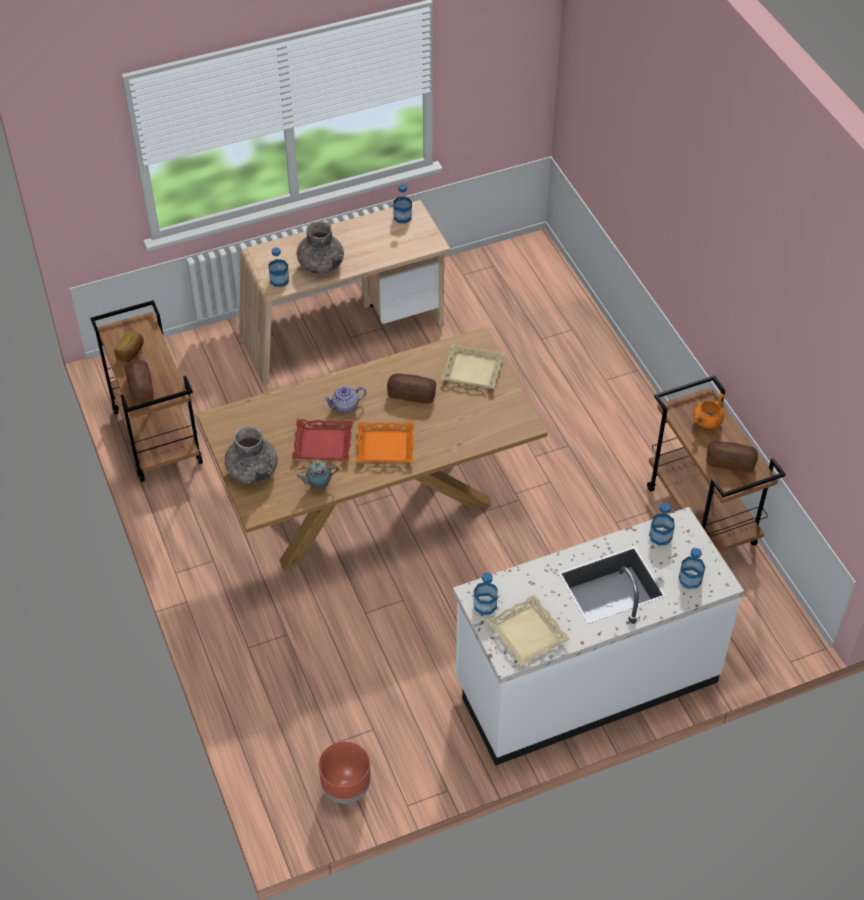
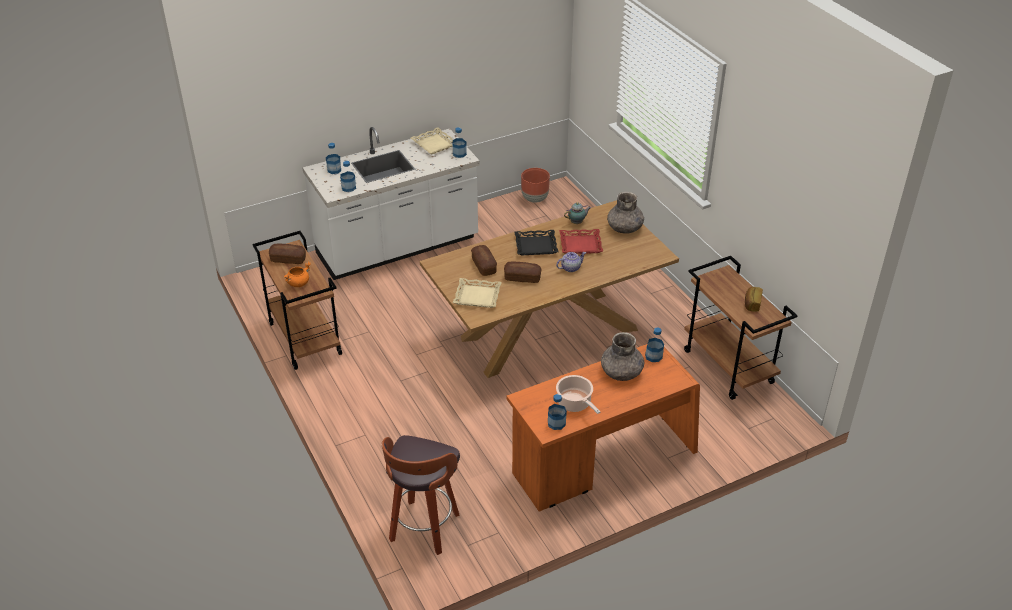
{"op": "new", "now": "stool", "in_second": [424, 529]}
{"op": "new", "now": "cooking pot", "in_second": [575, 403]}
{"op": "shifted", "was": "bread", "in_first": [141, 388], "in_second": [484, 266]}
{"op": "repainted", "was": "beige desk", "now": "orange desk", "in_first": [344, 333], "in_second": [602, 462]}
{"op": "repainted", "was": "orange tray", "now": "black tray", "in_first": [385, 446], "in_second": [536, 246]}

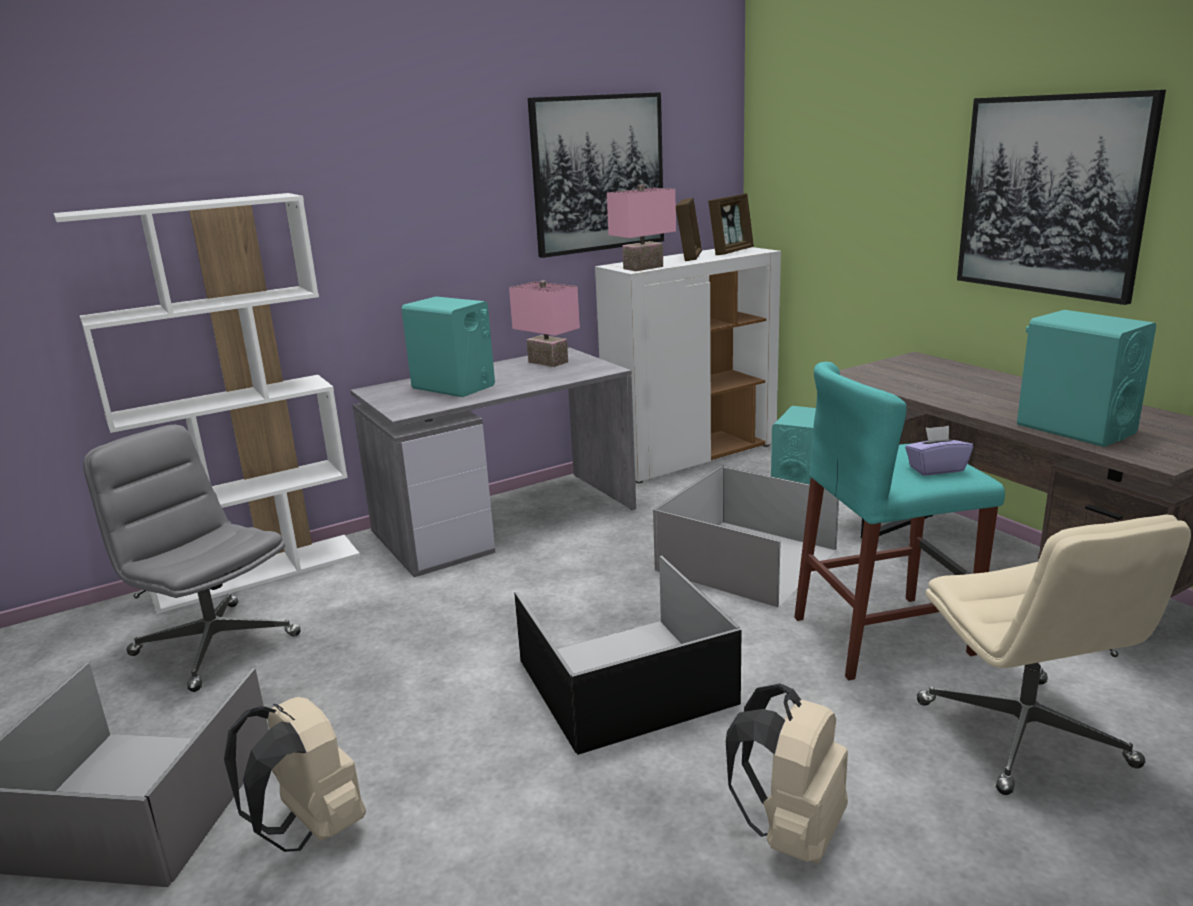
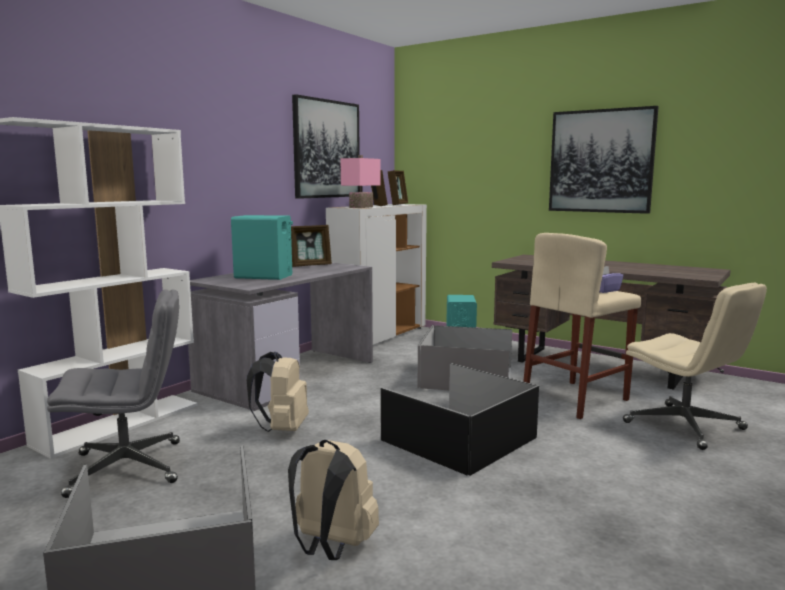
{"op": "gone", "was": "turquoise speaker", "in_first": [1074, 429]}
{"op": "shifted", "was": "beige backpack", "in_first": [791, 832], "in_second": [282, 429]}
{"op": "swapped", "was": "pink table lamp", "now": "picture frame", "in_first": [550, 362], "in_second": [311, 265]}
{"op": "repainted", "was": "turquoise stool", "now": "beige stool", "in_first": [882, 635], "in_second": [575, 399]}
{"op": "rotated", "was": "grey office chair", "in_first": [214, 644], "in_second": [128, 467], "clockwise": 150}

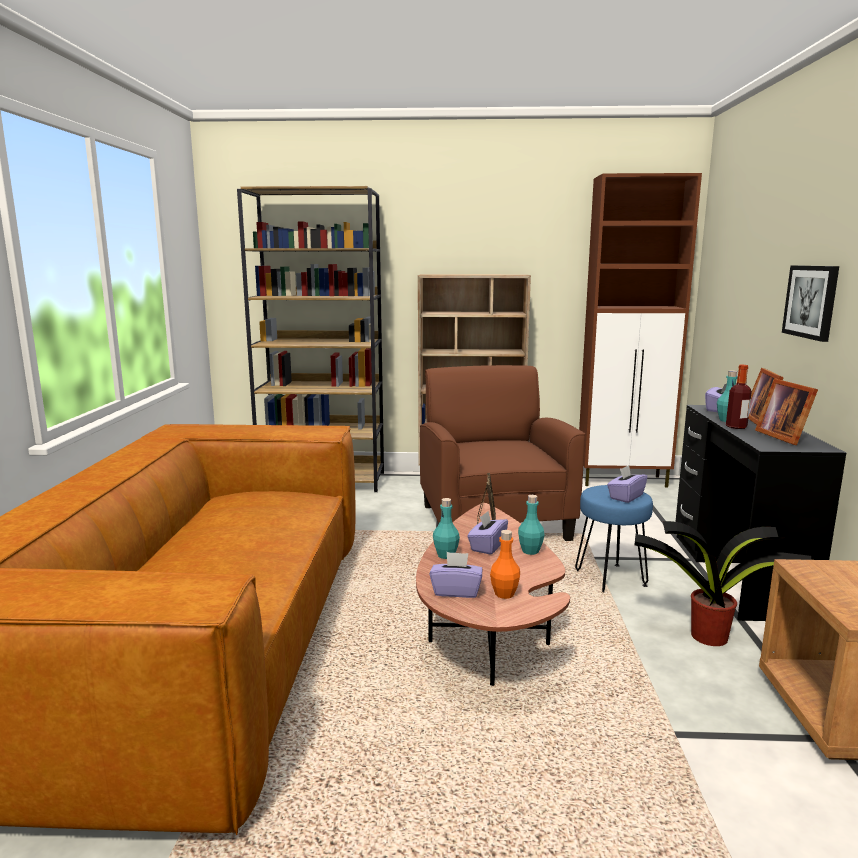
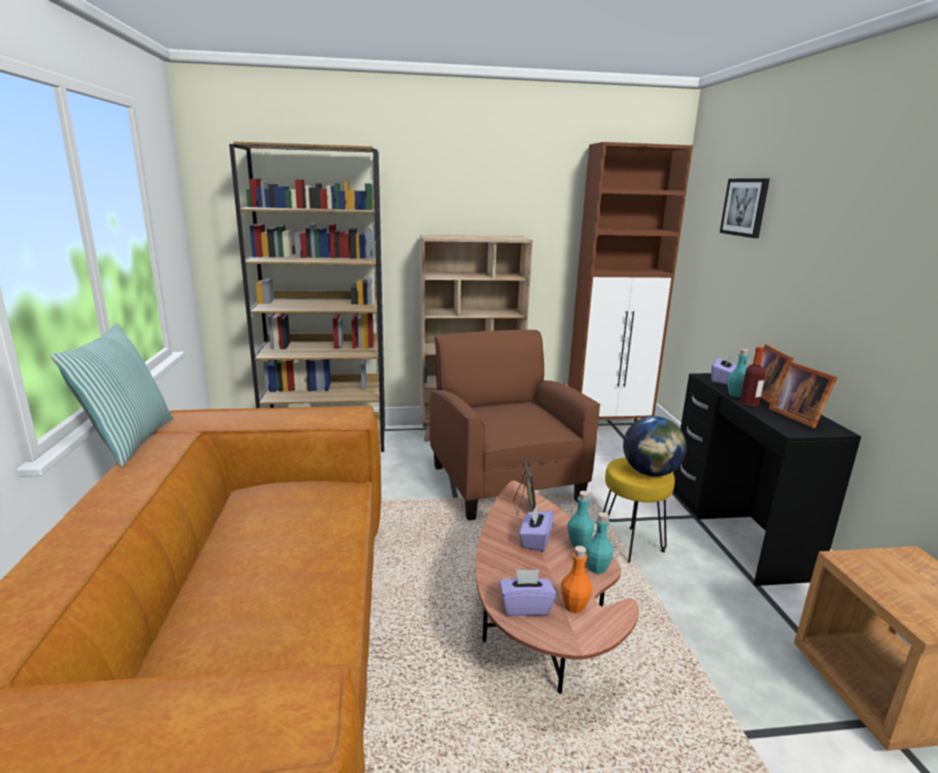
{"op": "gone", "was": "potted plant", "in_first": [711, 637]}
{"op": "new", "now": "pillow", "in_second": [128, 441]}
{"op": "shifted", "was": "turquoise bottle", "in_first": [446, 555], "in_second": [597, 568]}
{"op": "shifted", "was": "picture", "in_first": [811, 301], "in_second": [745, 207]}
{"op": "swapped", "was": "purple tissue box", "now": "globe", "in_first": [625, 497], "in_second": [650, 473]}
{"op": "repainted", "was": "blue stool", "now": "yellow stool", "in_first": [609, 578], "in_second": [629, 544]}

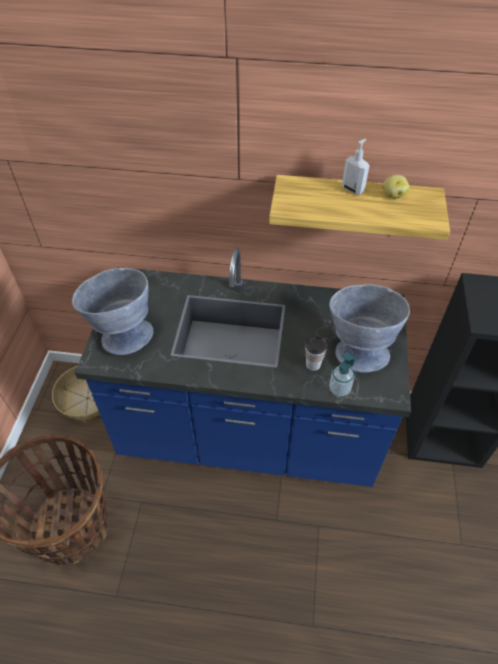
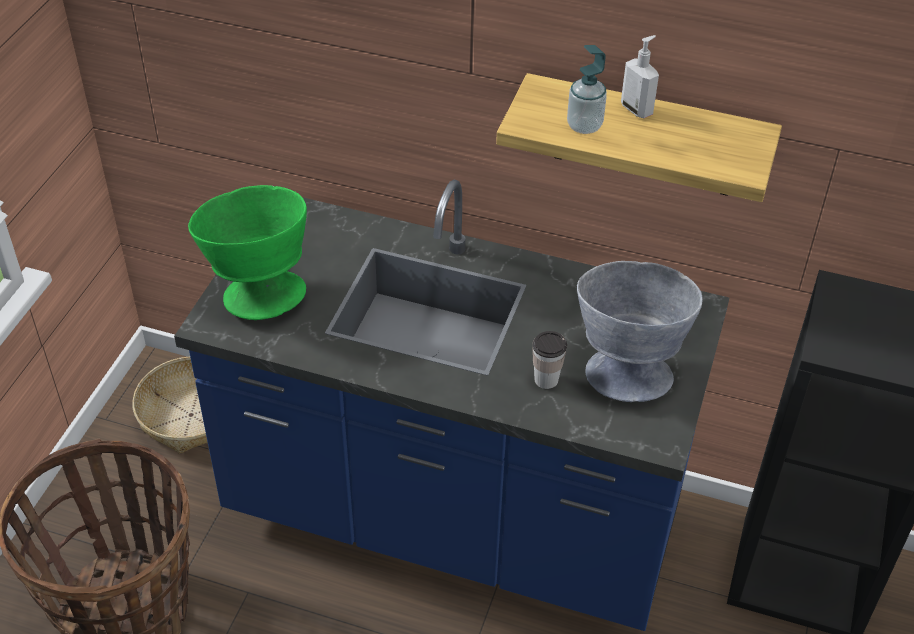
{"op": "gone", "was": "potato", "in_first": [393, 195]}
{"op": "shifted", "was": "soap dispenser", "in_first": [339, 389], "in_second": [584, 126]}
{"op": "repainted", "was": "grey bowl", "now": "green bowl", "in_first": [122, 333], "in_second": [258, 289]}

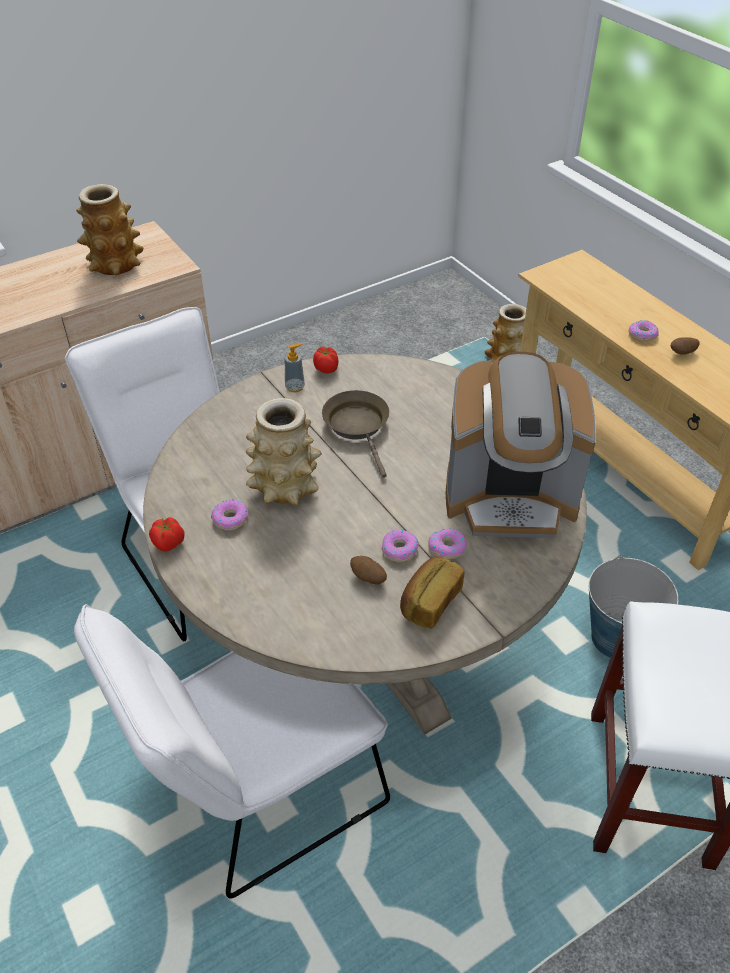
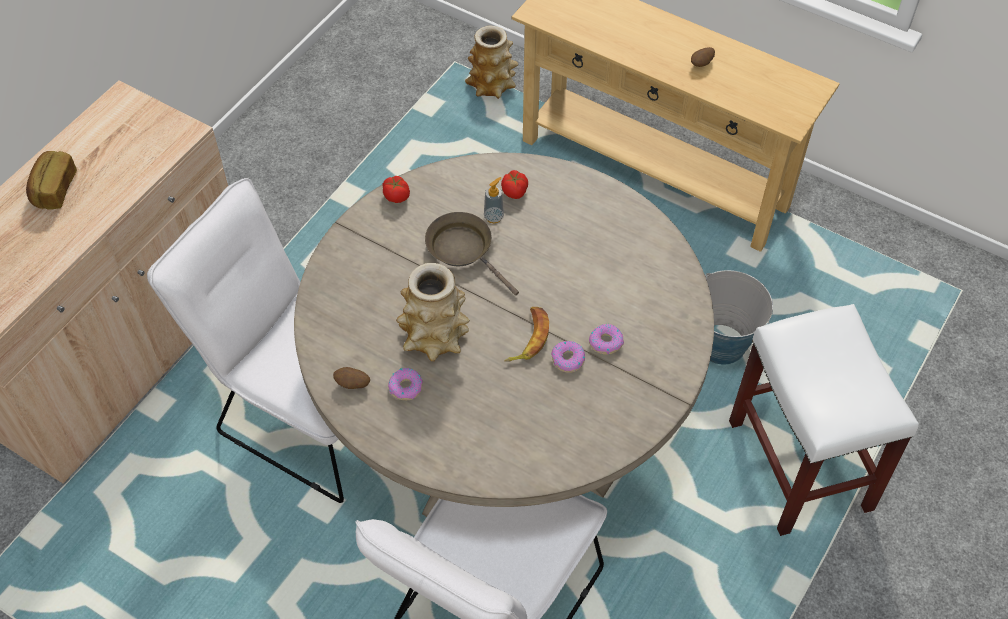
{"op": "gone", "was": "vase", "in_first": [115, 264]}
{"op": "gone", "was": "coffee machine", "in_first": [510, 498]}
{"op": "gone", "was": "donut", "in_first": [642, 334]}
{"op": "new", "now": "banana", "in_second": [528, 338]}
{"op": "shifted", "was": "tomato", "in_first": [169, 543], "in_second": [515, 192]}
{"op": "shifted", "was": "soap dispenser", "in_first": [295, 387], "in_second": [493, 217]}
{"op": "shifted", "was": "potato", "in_first": [368, 578], "in_second": [352, 384]}
{"op": "shifted", "was": "bread", "in_first": [429, 602], "in_second": [54, 190]}

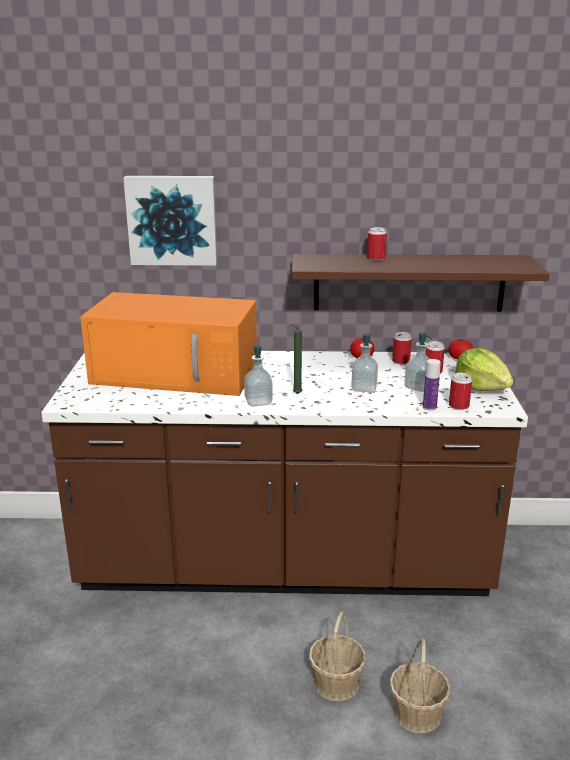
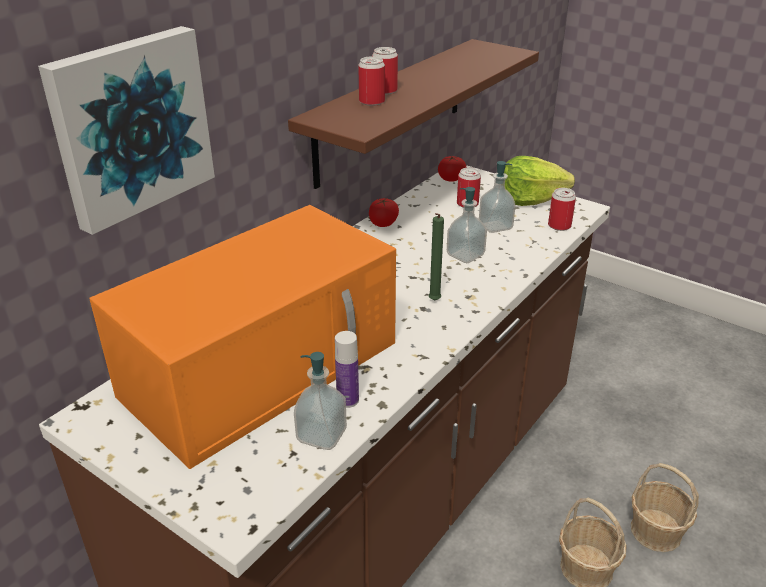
{"op": "shifted", "was": "soap dispenser", "in_first": [258, 401], "in_second": [321, 435]}
{"op": "shifted", "was": "can", "in_first": [401, 361], "in_second": [371, 102]}
{"op": "shifted", "was": "bottle", "in_first": [429, 407], "in_second": [348, 400]}

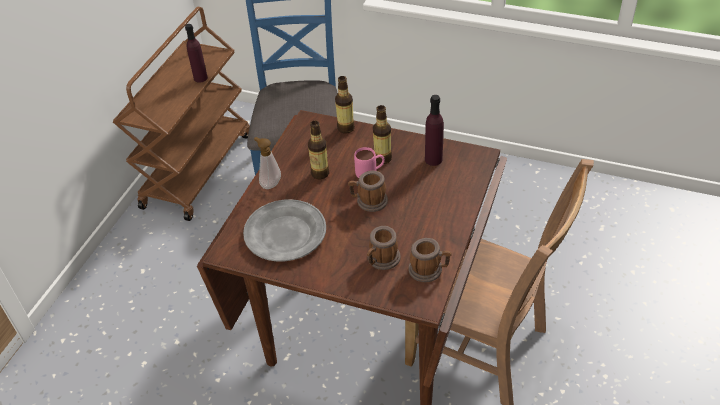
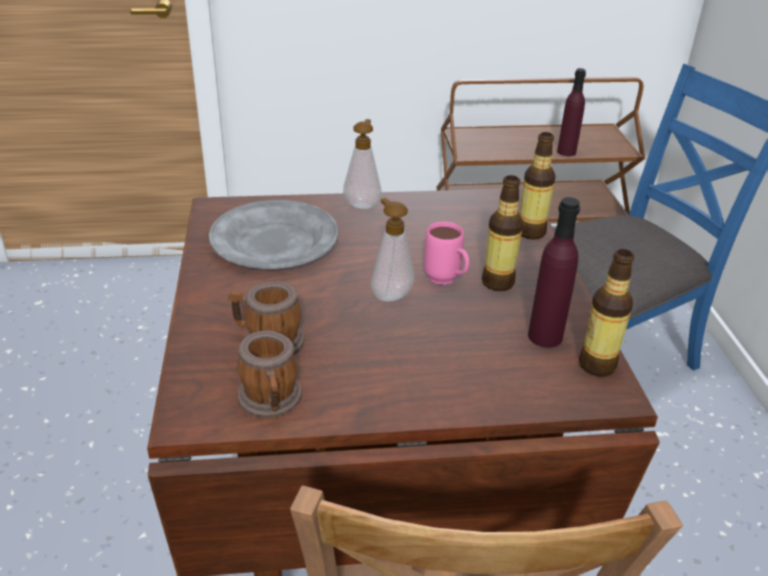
{"op": "shifted", "was": "bottle", "in_first": [320, 173], "in_second": [597, 365]}
{"op": "swapped", "was": "mug", "now": "soap dispenser", "in_first": [368, 201], "in_second": [390, 294]}

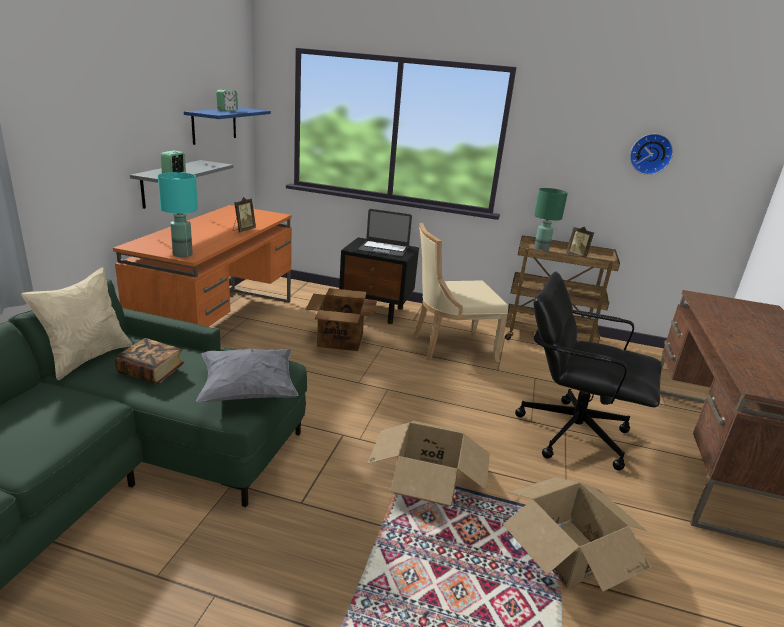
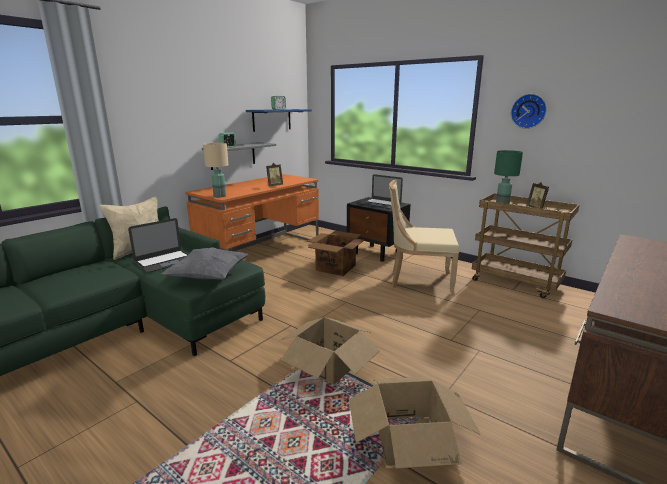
{"op": "gone", "was": "black office chair", "in_first": [572, 432]}
{"op": "shifted", "was": "wall clock", "in_first": [650, 154], "in_second": [529, 111]}
{"op": "swapped", "was": "book", "now": "laptop", "in_first": [151, 372], "in_second": [165, 261]}
{"op": "repainted", "was": "turquoise table lamp", "now": "beige table lamp", "in_first": [183, 254], "in_second": [220, 196]}

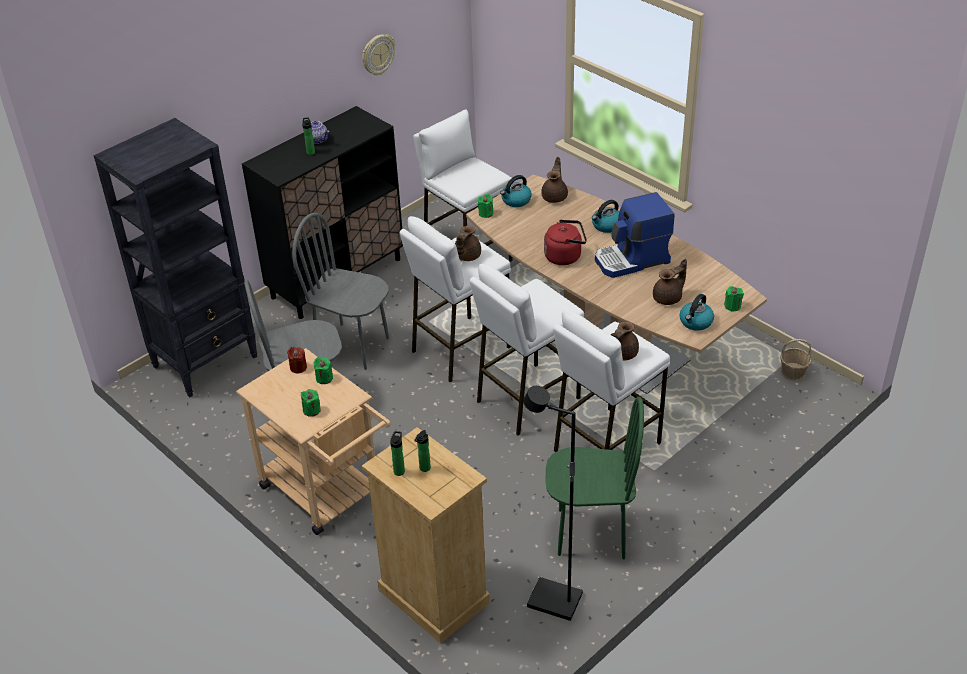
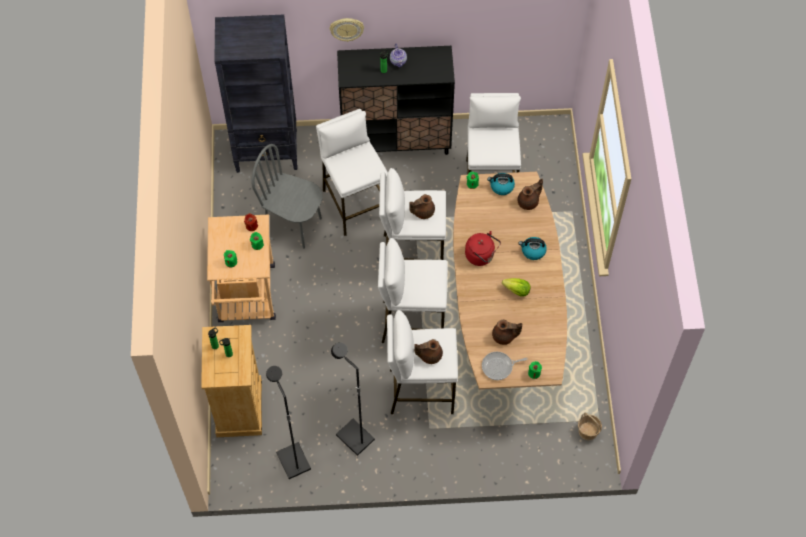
{"op": "shifted", "was": "wall clock", "in_first": [377, 54], "in_second": [346, 29]}
{"op": "swapped", "was": "grey chair", "now": "white stool", "in_first": [352, 346], "in_second": [355, 204]}
{"op": "swapped", "was": "green chair", "now": "black floor lamp", "in_first": [591, 533], "in_second": [354, 438]}
{"op": "swapped", "was": "coffee machine", "now": "lettuce", "in_first": [632, 260], "in_second": [517, 291]}
{"op": "swapped", "was": "kettle", "now": "frying pan", "in_first": [695, 322], "in_second": [499, 367]}

